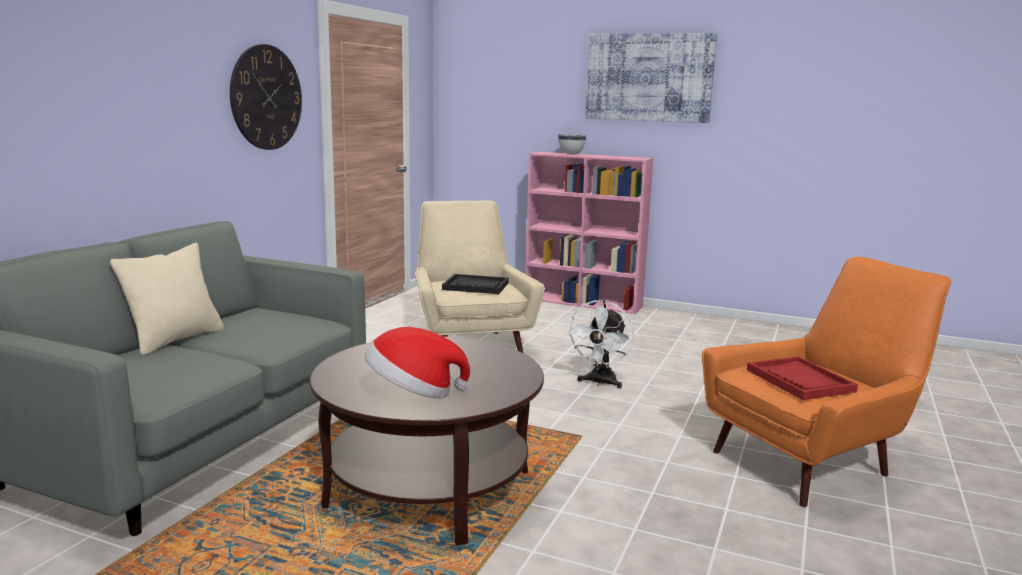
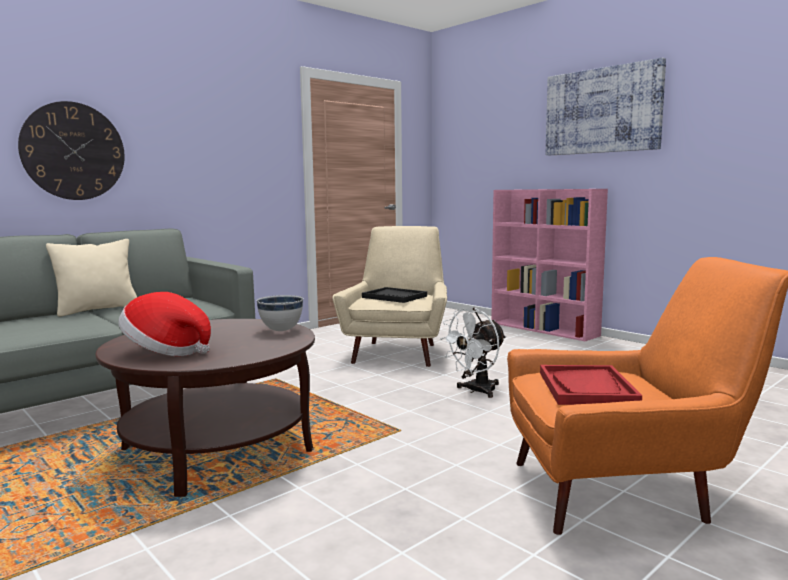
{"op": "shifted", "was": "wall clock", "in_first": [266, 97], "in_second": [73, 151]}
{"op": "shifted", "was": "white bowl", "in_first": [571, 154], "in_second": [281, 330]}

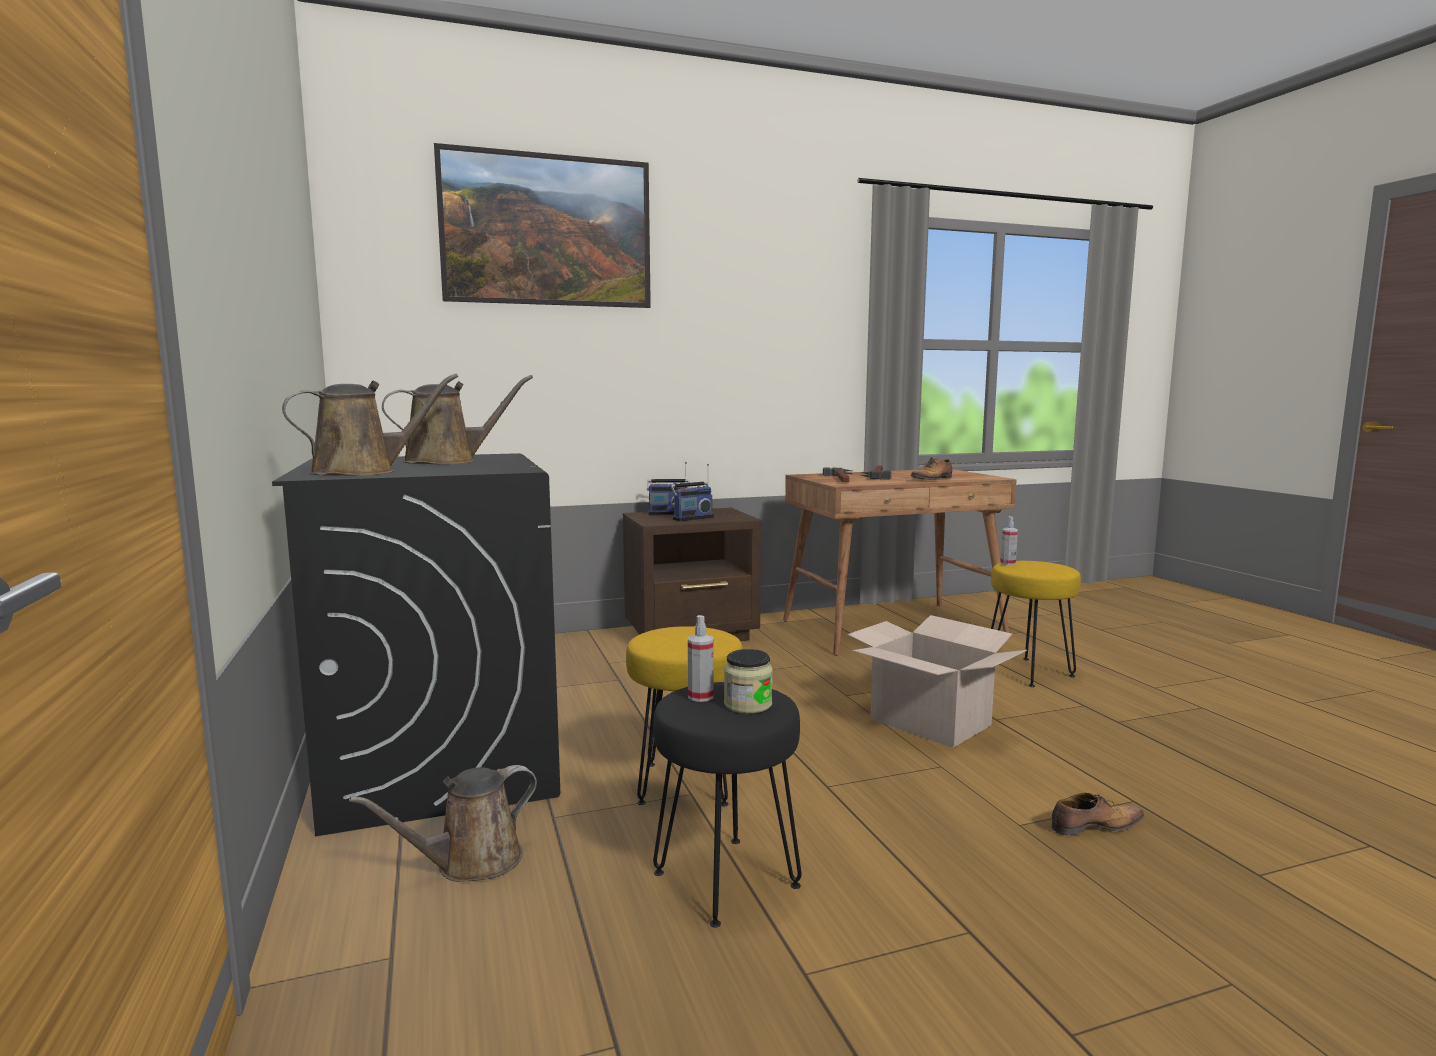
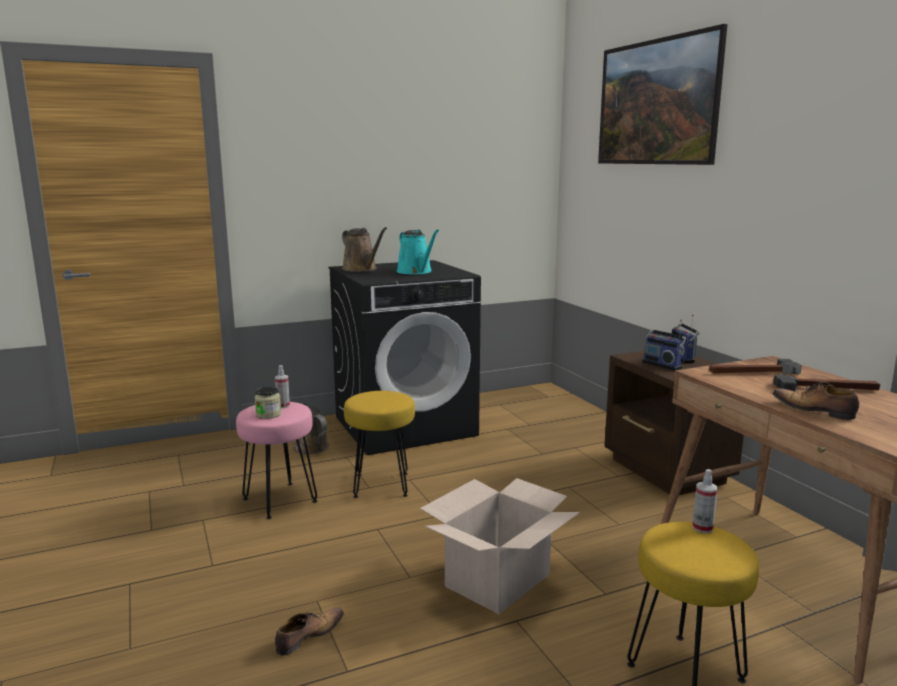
{"op": "repainted", "was": "brown watering can", "now": "turquoise watering can", "in_first": [448, 461], "in_second": [416, 272]}
{"op": "repainted", "was": "black stool", "now": "pink stool", "in_first": [724, 879], "in_second": [280, 500]}
{"op": "rotated", "was": "shoe", "in_first": [1094, 826], "in_second": [308, 636], "clockwise": -120}

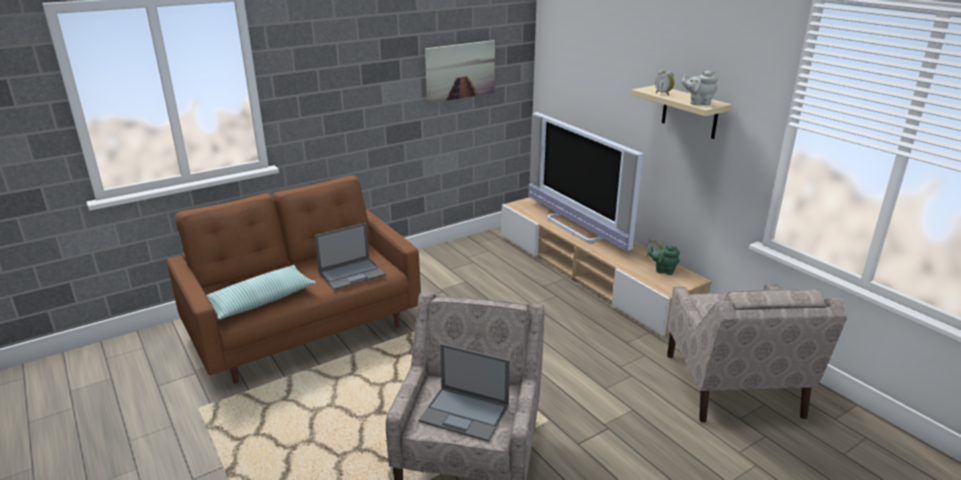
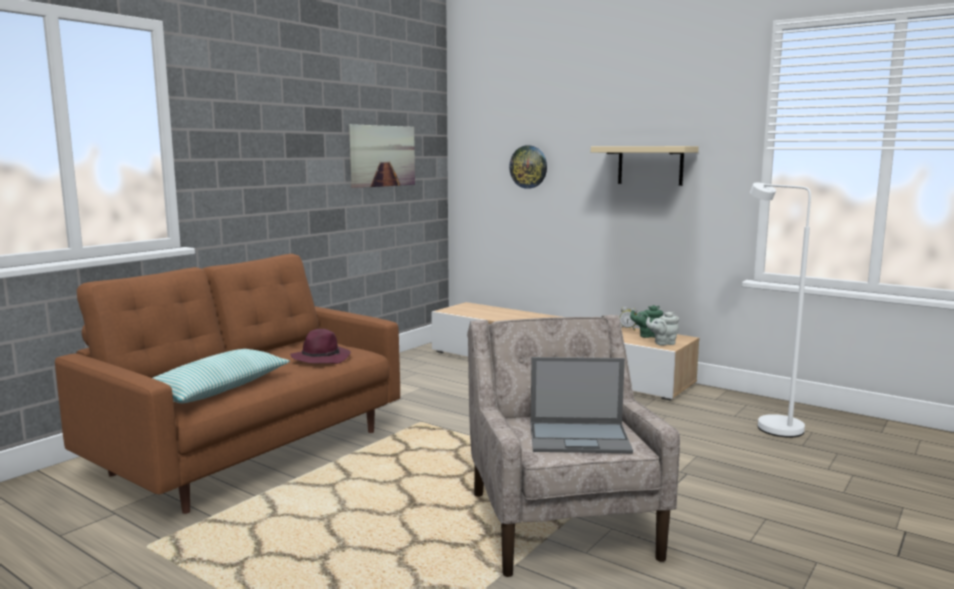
{"op": "gone", "was": "television", "in_first": [577, 227]}
{"op": "gone", "was": "alarm clock", "in_first": [663, 94]}
{"op": "new", "now": "wall clock", "in_second": [528, 167]}
{"op": "shifted", "was": "grey teapot", "in_first": [698, 103], "in_second": [663, 343]}
{"op": "swapped", "was": "laptop", "now": "purple hat", "in_first": [352, 273], "in_second": [321, 358]}
{"op": "swapped", "was": "beige armchair", "now": "white floor lamp", "in_first": [732, 386], "in_second": [771, 425]}

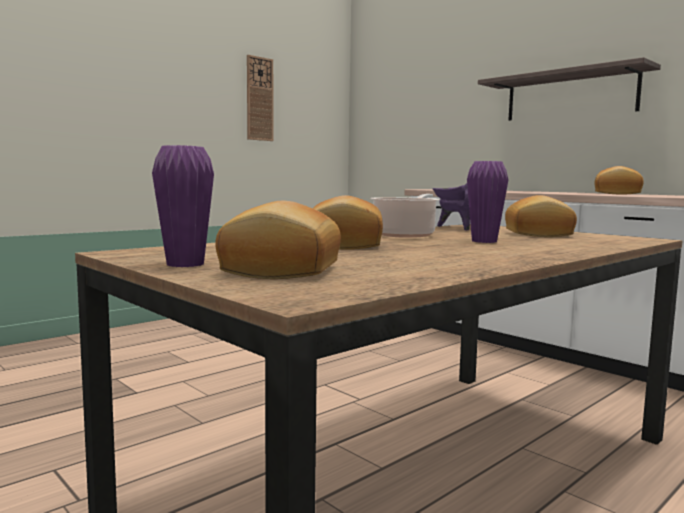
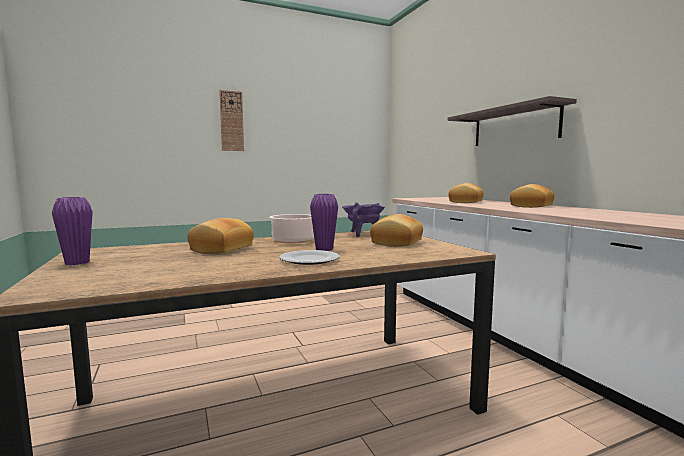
{"op": "new", "now": "plate", "in_second": [310, 260]}
{"op": "shifted", "was": "bread", "in_first": [285, 270], "in_second": [466, 202]}
{"op": "shifted", "was": "wall clock", "in_first": [259, 99], "in_second": [231, 121]}

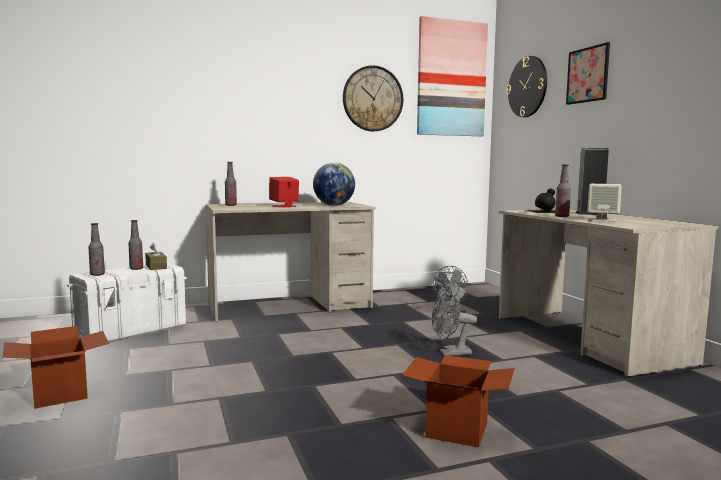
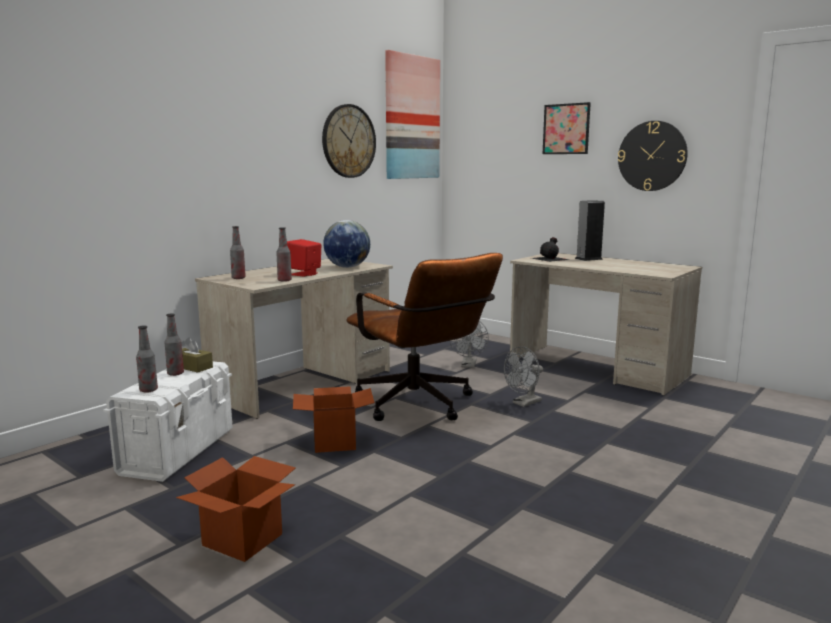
{"op": "gone", "was": "beige speaker", "in_first": [602, 220]}
{"op": "new", "now": "brown office chair", "in_second": [421, 406]}
{"op": "shifted", "was": "cardboard box", "in_first": [457, 430], "in_second": [335, 442]}
{"op": "shifted", "was": "wall clock", "in_first": [527, 87], "in_second": [652, 156]}
{"op": "shifted", "was": "bottle", "in_first": [562, 216], "in_second": [284, 280]}

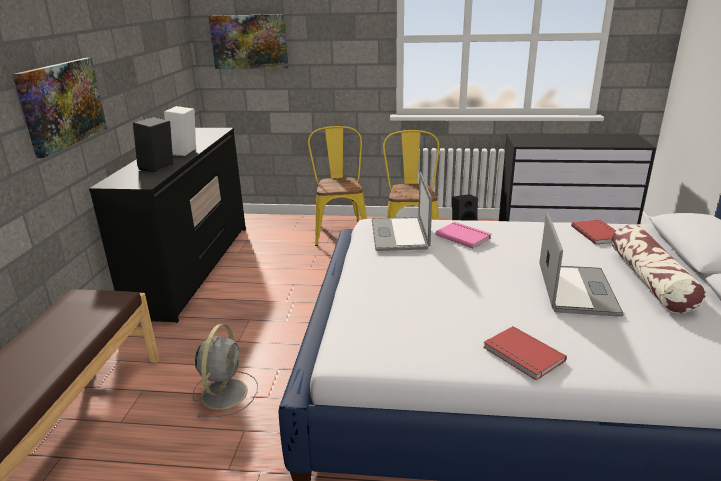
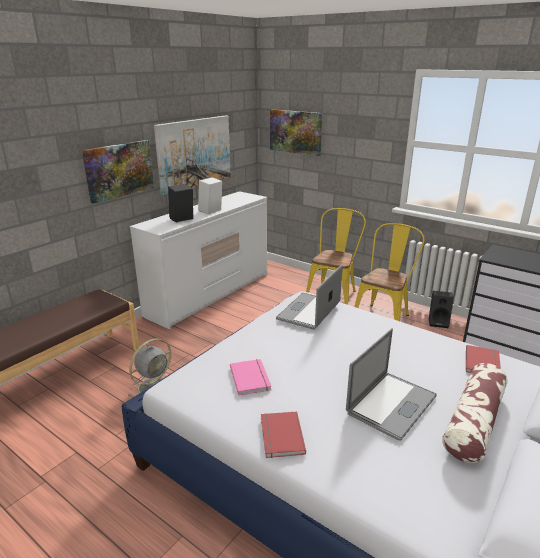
{"op": "new", "now": "picture", "in_second": [194, 153]}
{"op": "shifted", "was": "pink book", "in_first": [464, 236], "in_second": [251, 378]}
{"op": "repainted", "was": "black dresser", "now": "white dresser", "in_first": [193, 268], "in_second": [210, 294]}

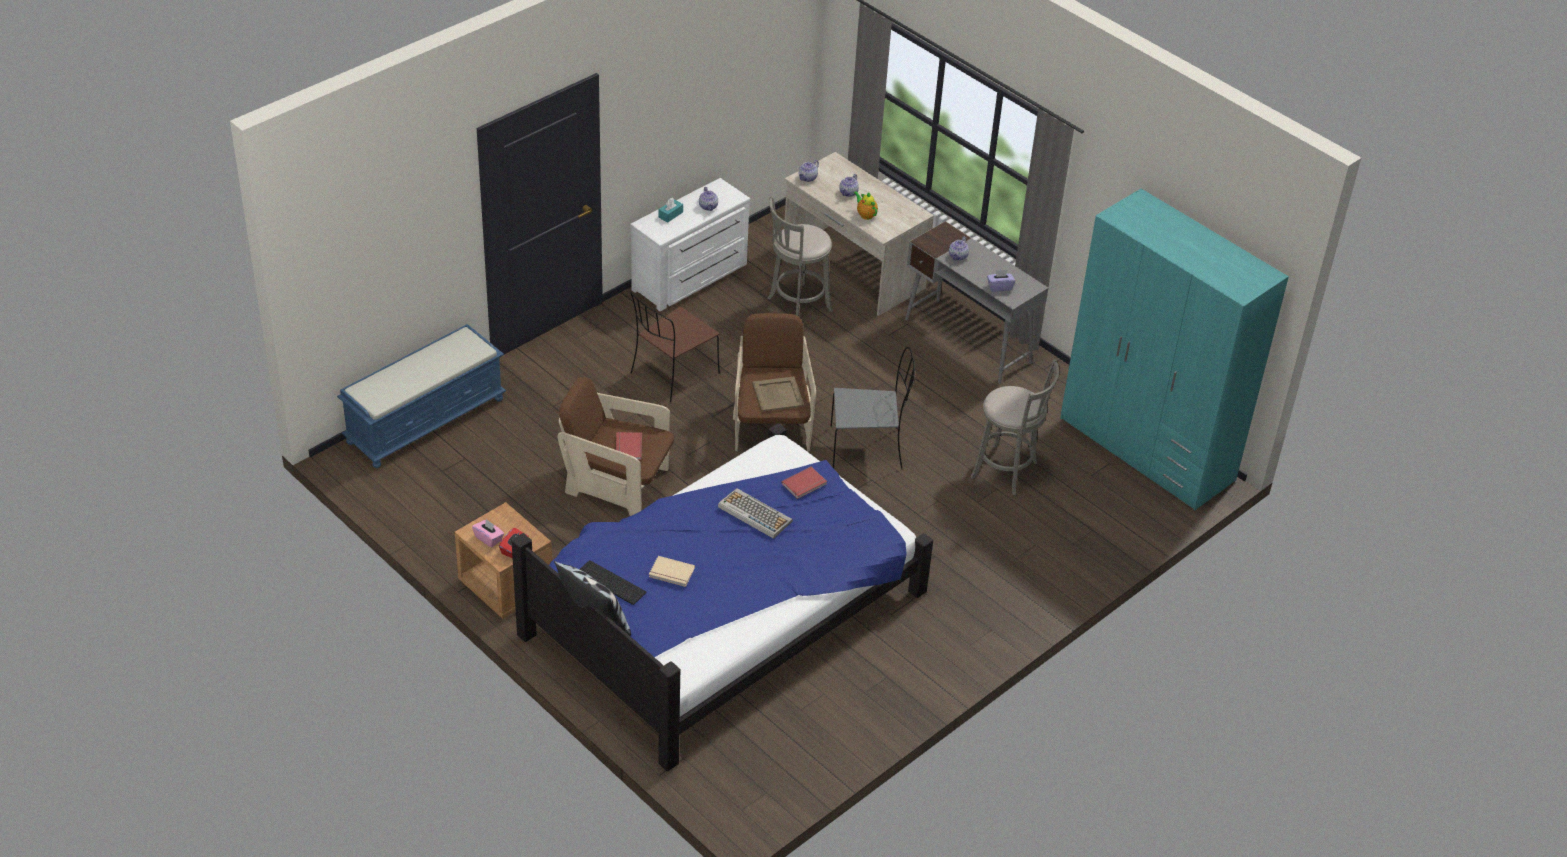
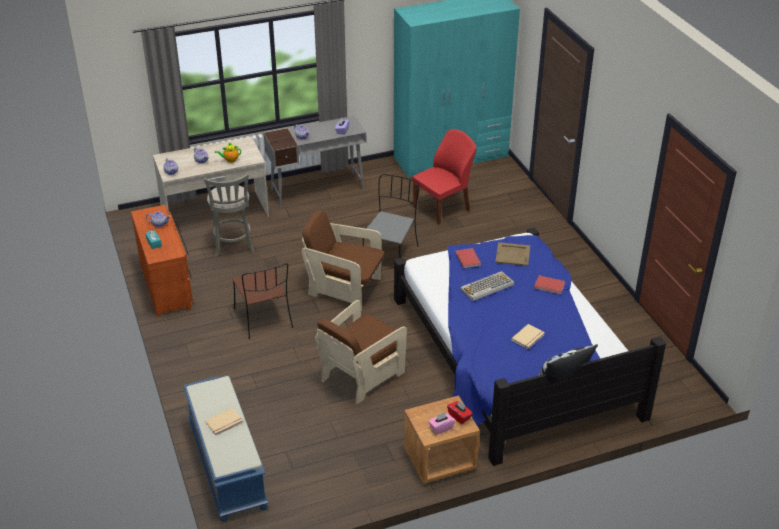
{"op": "gone", "was": "keyboard", "in_first": [609, 583]}
{"op": "new", "now": "beige book", "in_second": [224, 423]}
{"op": "shifted", "was": "red book", "in_first": [627, 447], "in_second": [549, 286]}
{"op": "shifted", "was": "beige tray", "in_first": [778, 395], "in_second": [513, 254]}
{"op": "swapped", "was": "grey stool", "now": "red chair", "in_first": [1007, 471], "in_second": [442, 208]}
{"op": "repainted", "was": "white dresser", "now": "brown dresser", "in_first": [691, 278], "in_second": [167, 284]}

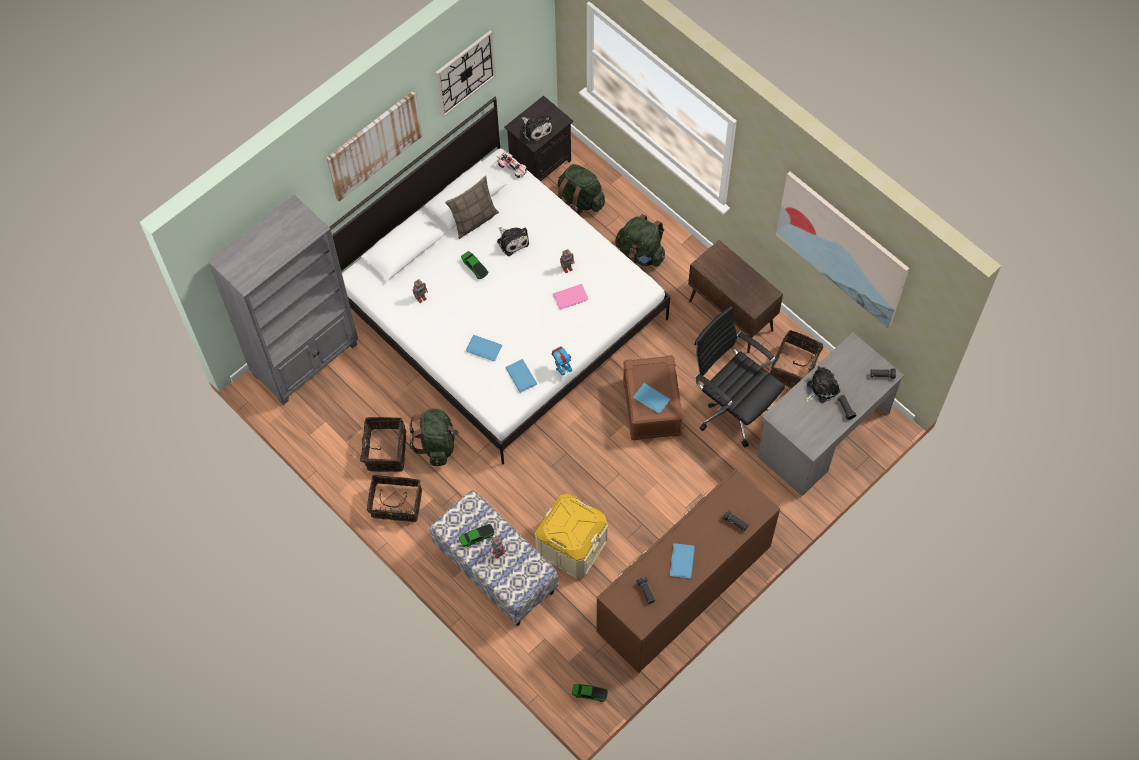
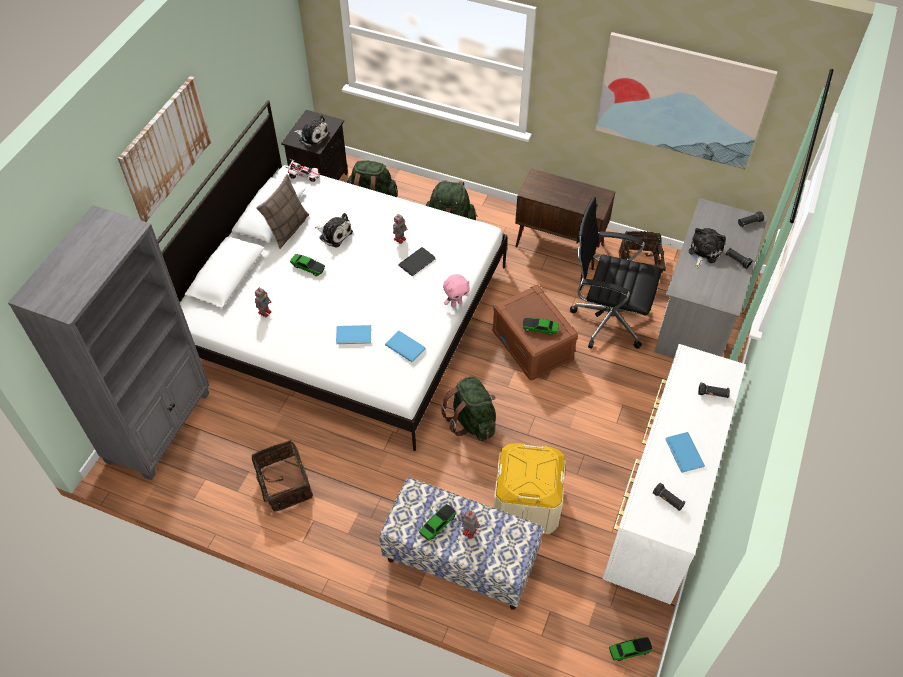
{"op": "gone", "was": "basket", "in_first": [396, 505]}
{"op": "gone", "was": "wall clock", "in_first": [465, 73]}
{"op": "gone", "was": "toy robot", "in_first": [562, 369]}
{"op": "new", "now": "pink plush toy", "in_second": [456, 304]}
{"op": "shifted", "was": "green backpack", "in_first": [437, 444], "in_second": [471, 421]}
{"op": "swapped", "was": "blue book", "now": "toy car", "in_first": [651, 399], "in_second": [540, 328]}
{"op": "repainted", "was": "pink book", "now": "black book", "in_first": [571, 297], "in_second": [418, 262]}
{"op": "repainted", "was": "brown dresser", "now": "white dresser", "in_first": [682, 592], "in_second": [661, 503]}

